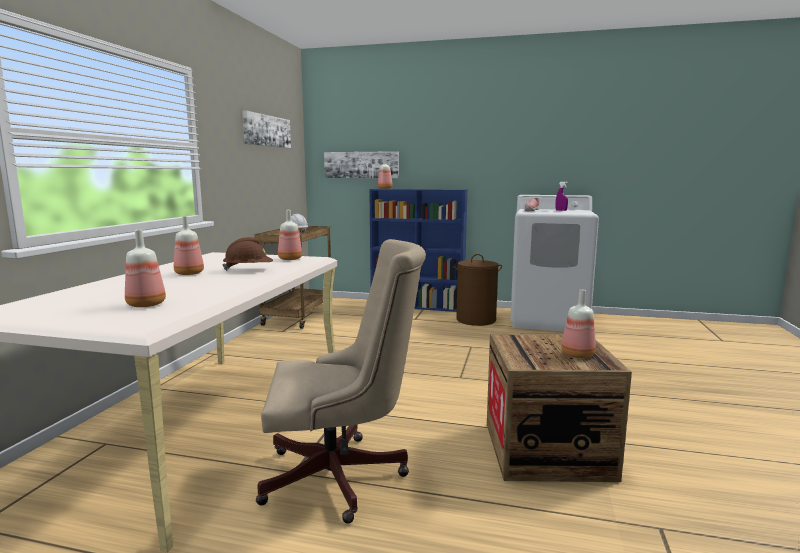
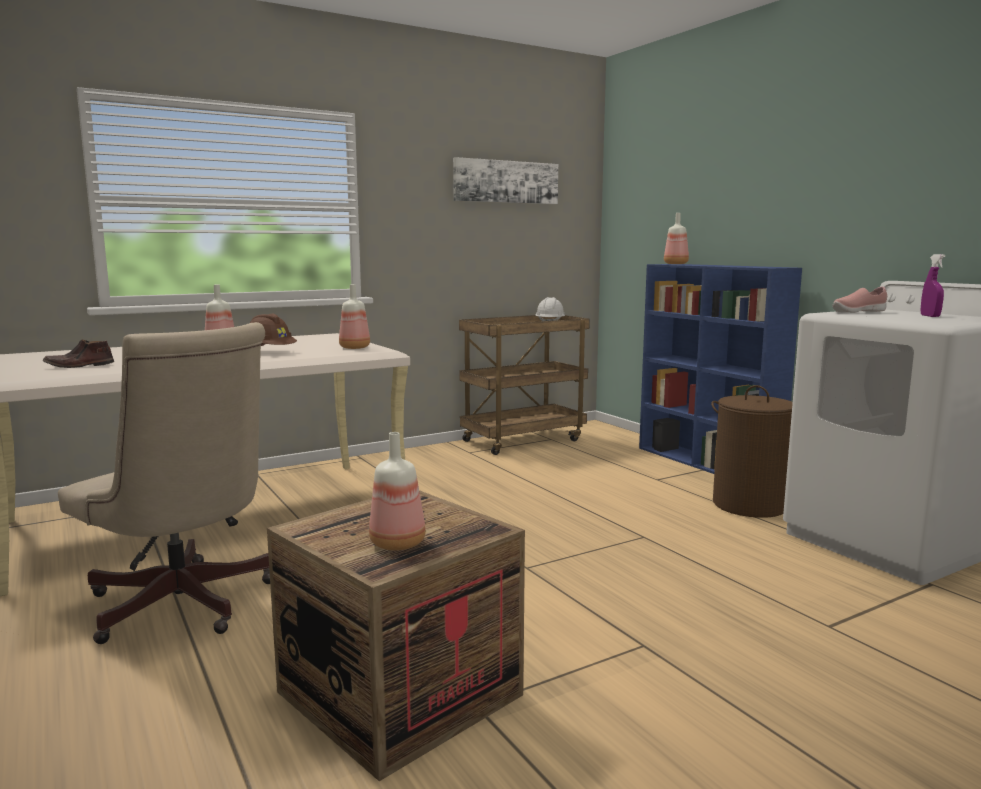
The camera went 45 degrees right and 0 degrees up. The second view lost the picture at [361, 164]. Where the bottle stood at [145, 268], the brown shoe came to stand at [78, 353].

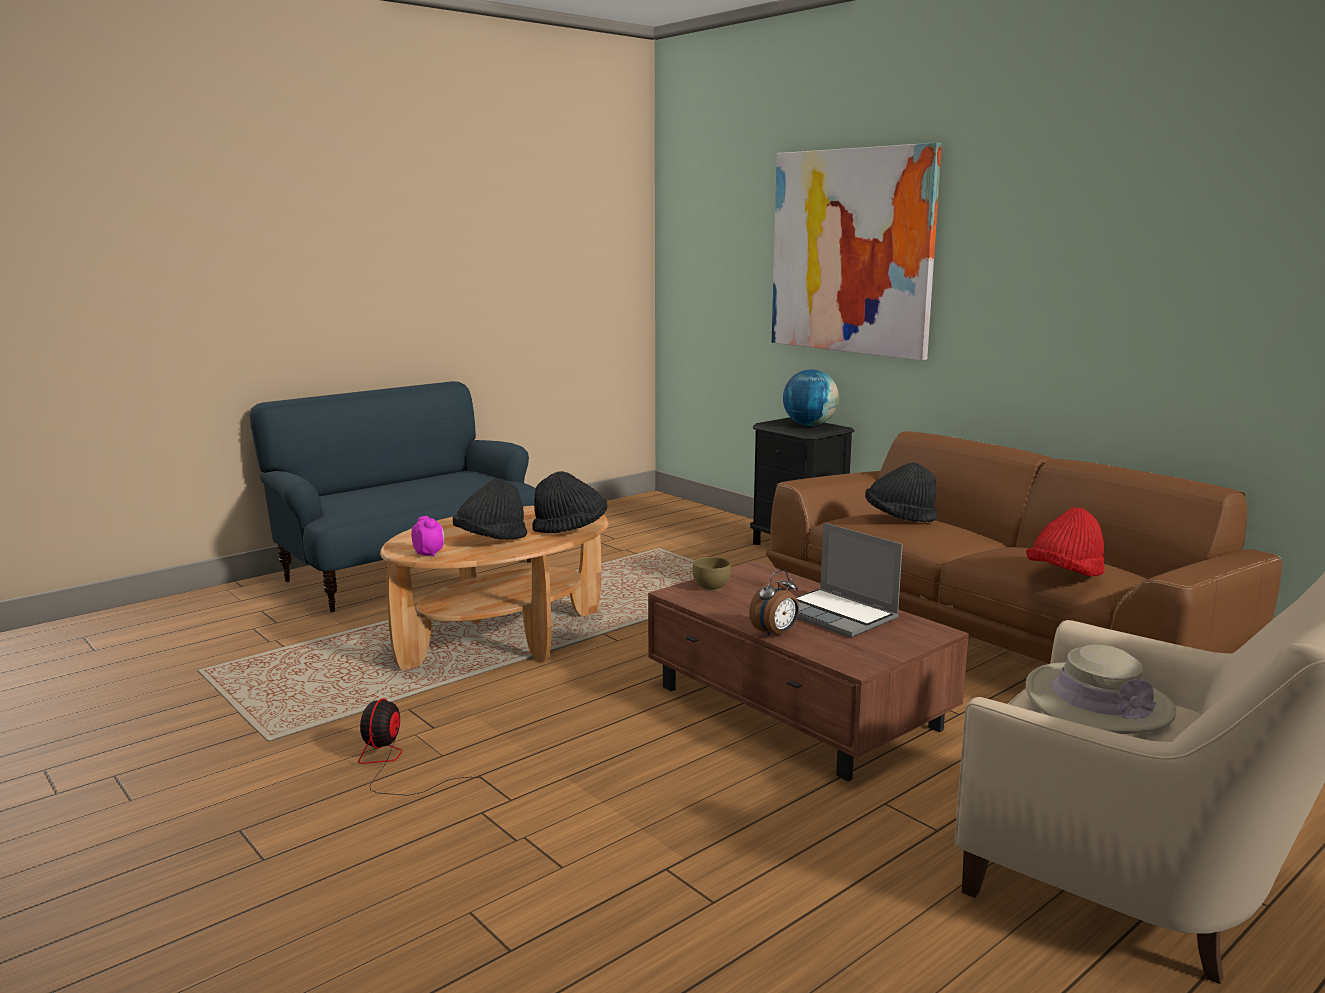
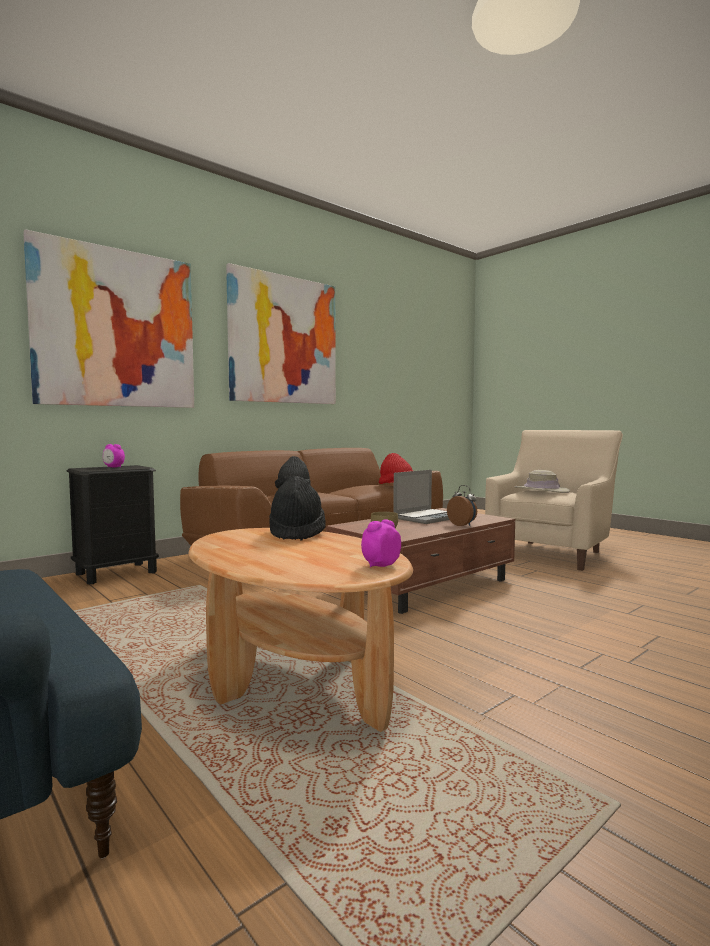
The camera went 90 degrees left and 10 degrees down. The second view lost the fan at [419, 747]. The second view lost the black hat at [490, 509]. The second view gained the picture at [281, 333]. Where the globe stood at [811, 397], the alarm clock came to stand at [113, 455].

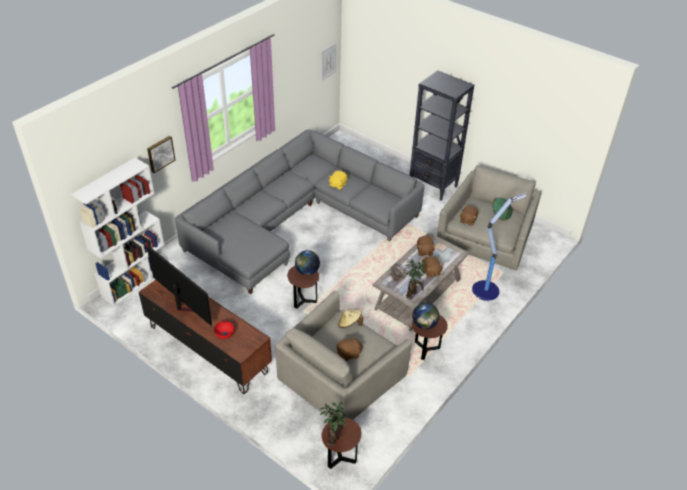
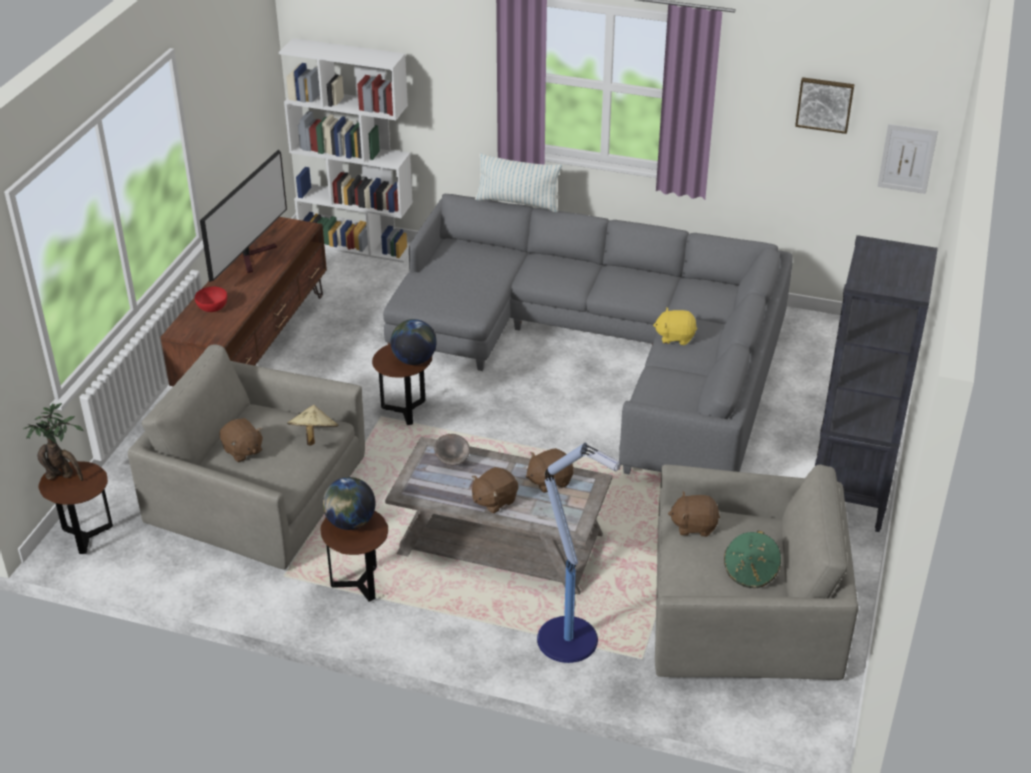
The camera went 70 degrees right and 5 degrees down. The second view lost the potted plant at [415, 279]. The second view gained the pillow at [518, 182]. The picture ended up elsewhere, having gone from [161, 154] to [824, 105].

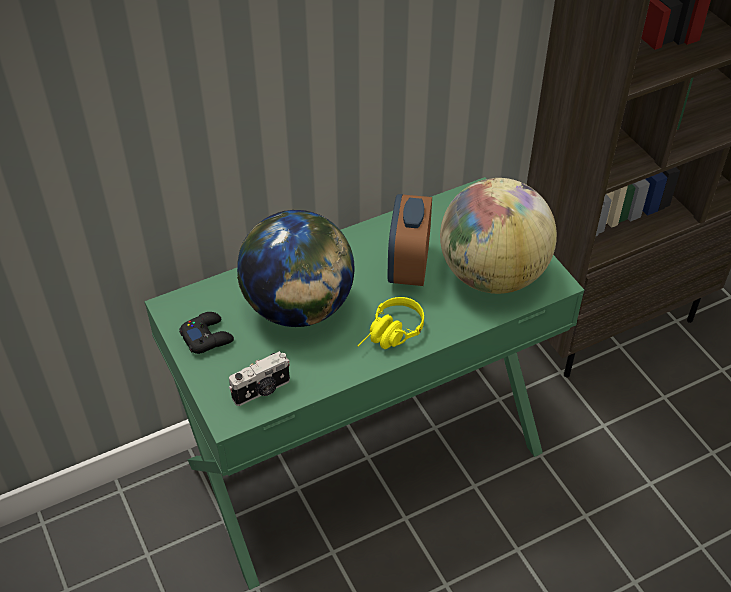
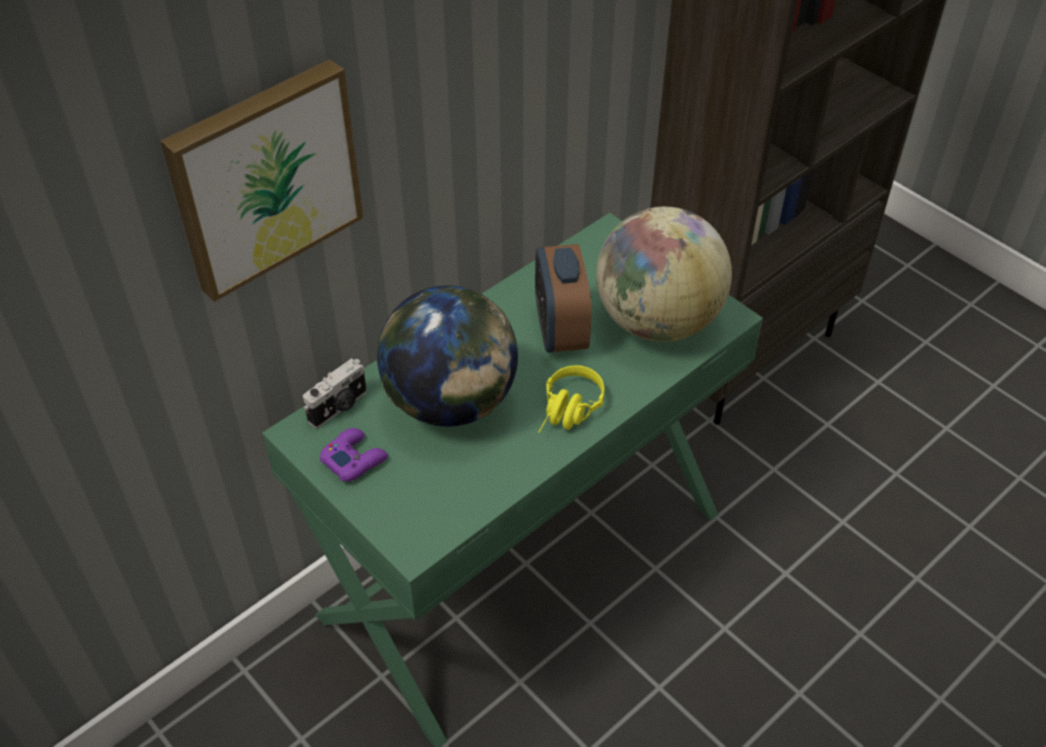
The camera went 15 degrees left and 0 degrees up. The second view gained the picture at [261, 180]. The photo camera ended up elsewhere, having gone from [259, 378] to [335, 393]. What was the black game controller at [206, 333] turned into the purple game controller at [354, 455].

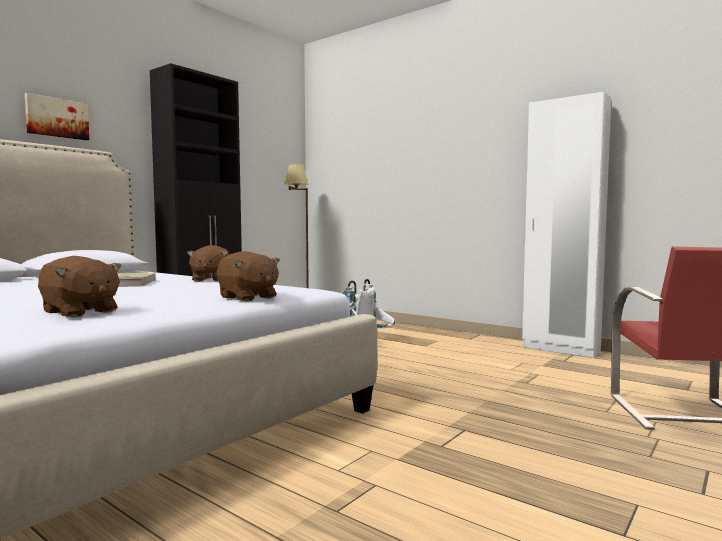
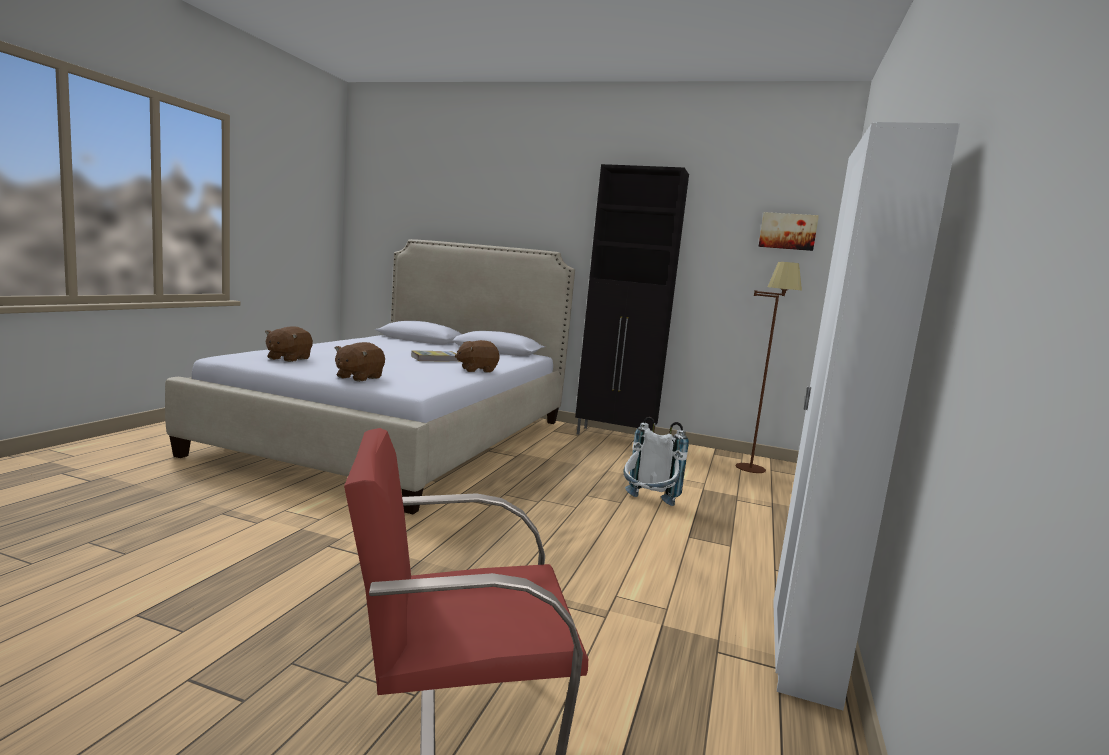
The camera went 70 degrees right and 5 degrees up. The picture ended up elsewhere, having gone from [57, 116] to [788, 231].

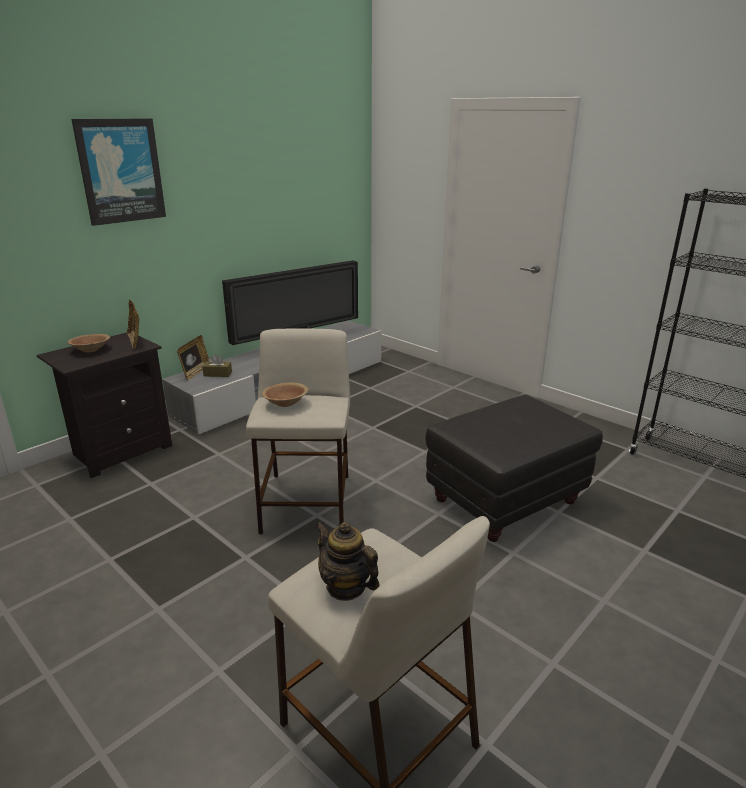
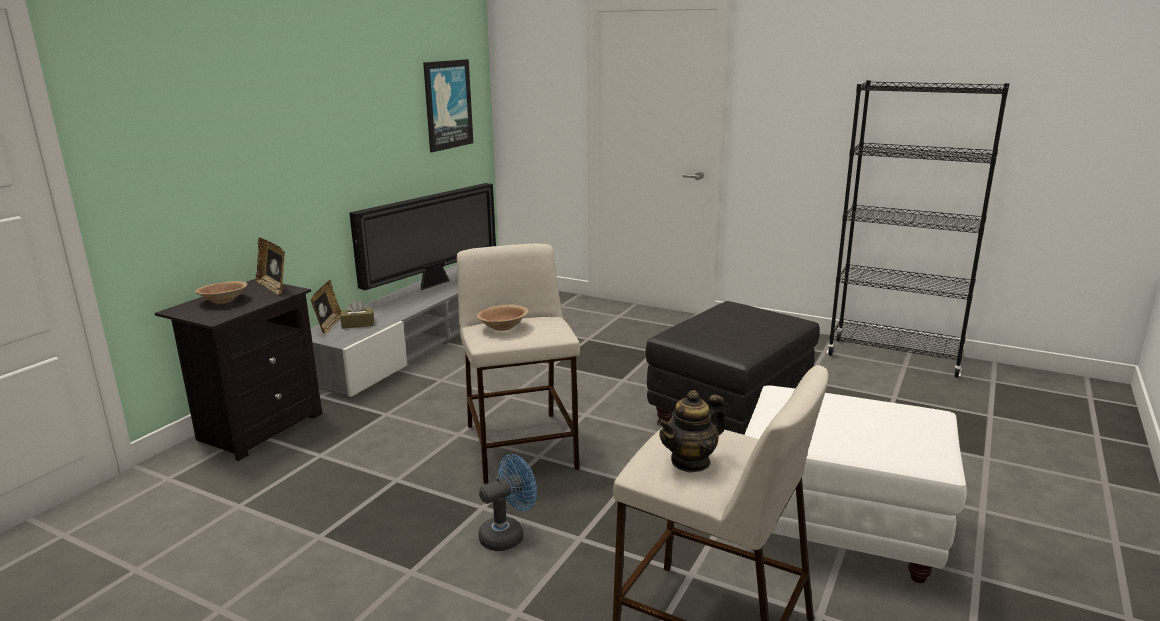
The camera went 15 degrees left and 5 degrees down. The second view gained the blue fan at [508, 502]. The second view gained the white ottoman at [855, 484]. The picture ended up elsewhere, having gone from [118, 172] to [448, 105]. The teapot at [347, 561] ended up facing another way, 60 degrees counterclockwise from before.

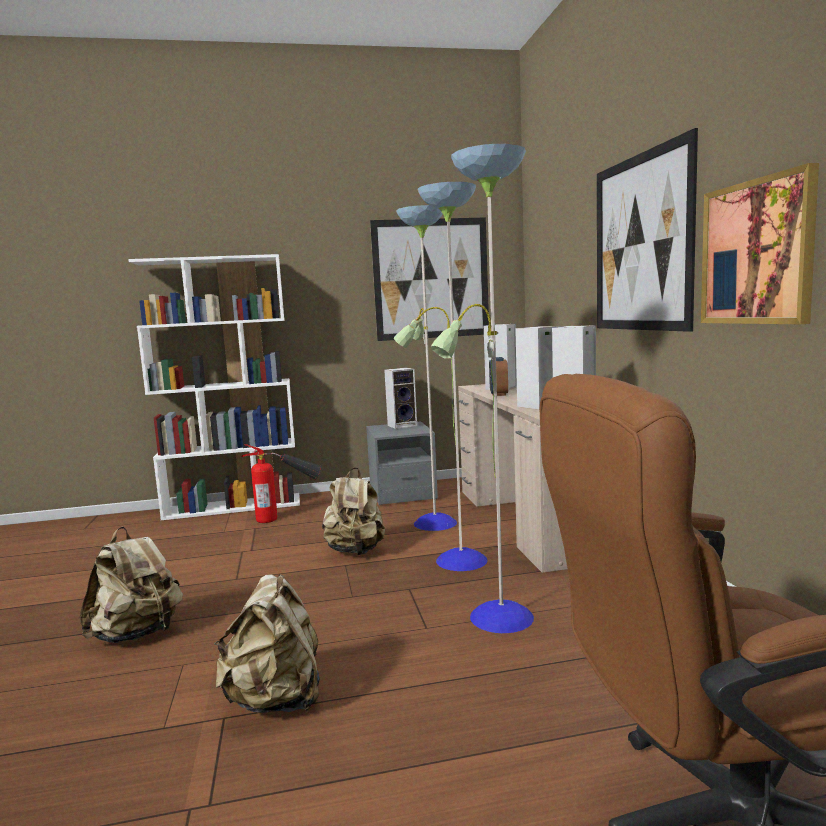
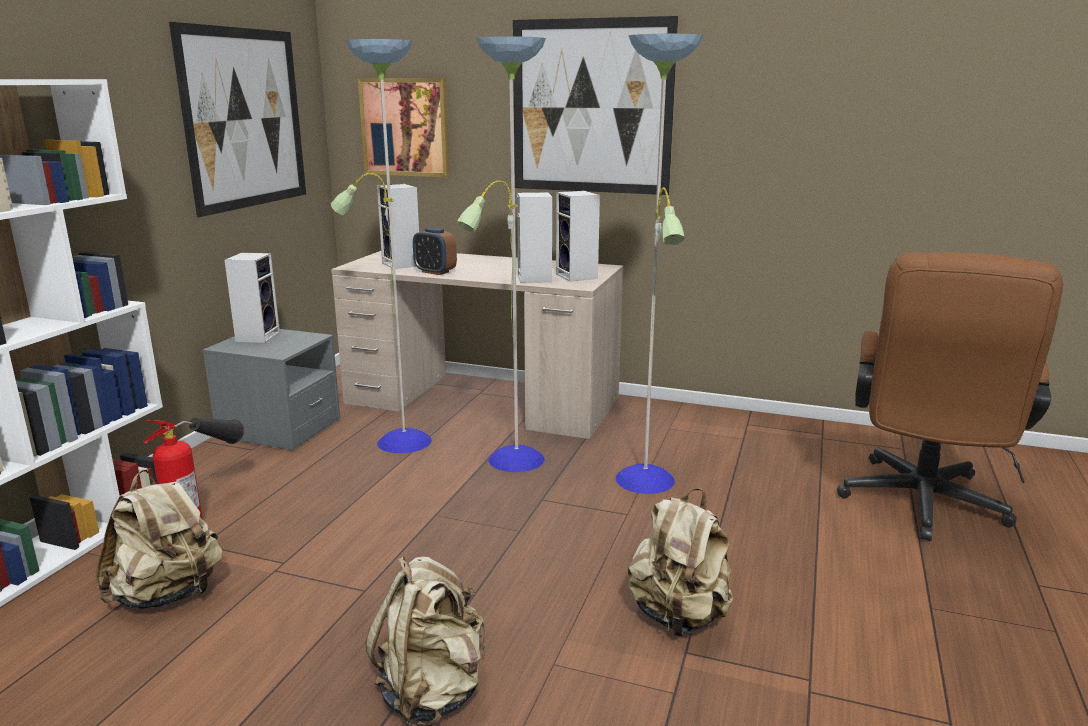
The camera went 60 degrees left and 10 degrees up. The beige backpack ended up elsewhere, having gone from [353, 511] to [159, 539]. The picture ended up elsewhere, having gone from [760, 243] to [404, 127].

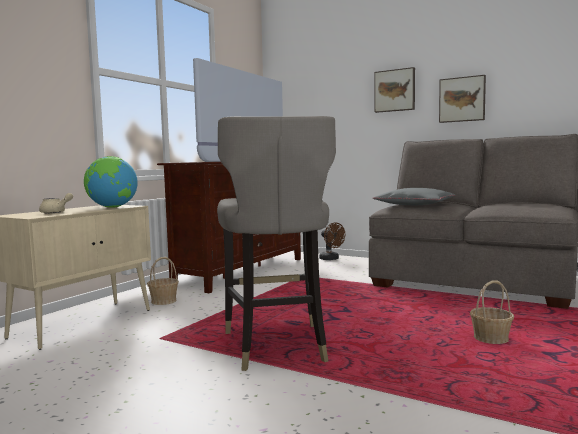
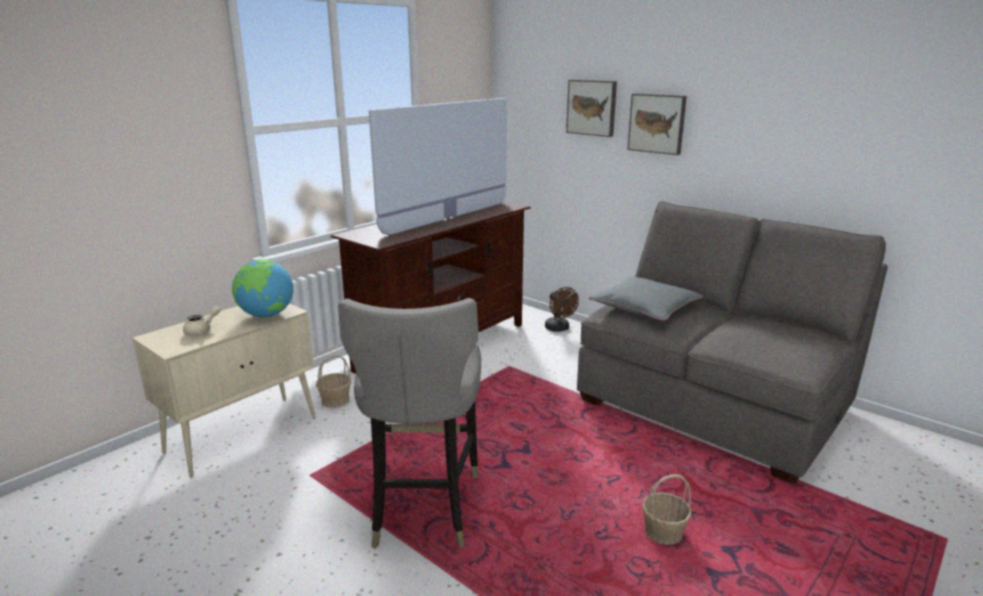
The camera went 10 degrees right and 15 degrees up. The picture ended up elsewhere, having gone from [462, 99] to [591, 108].

